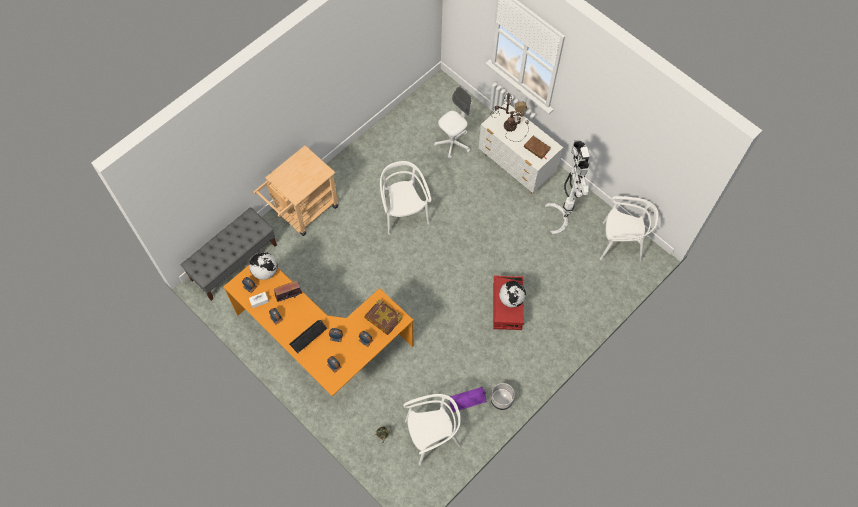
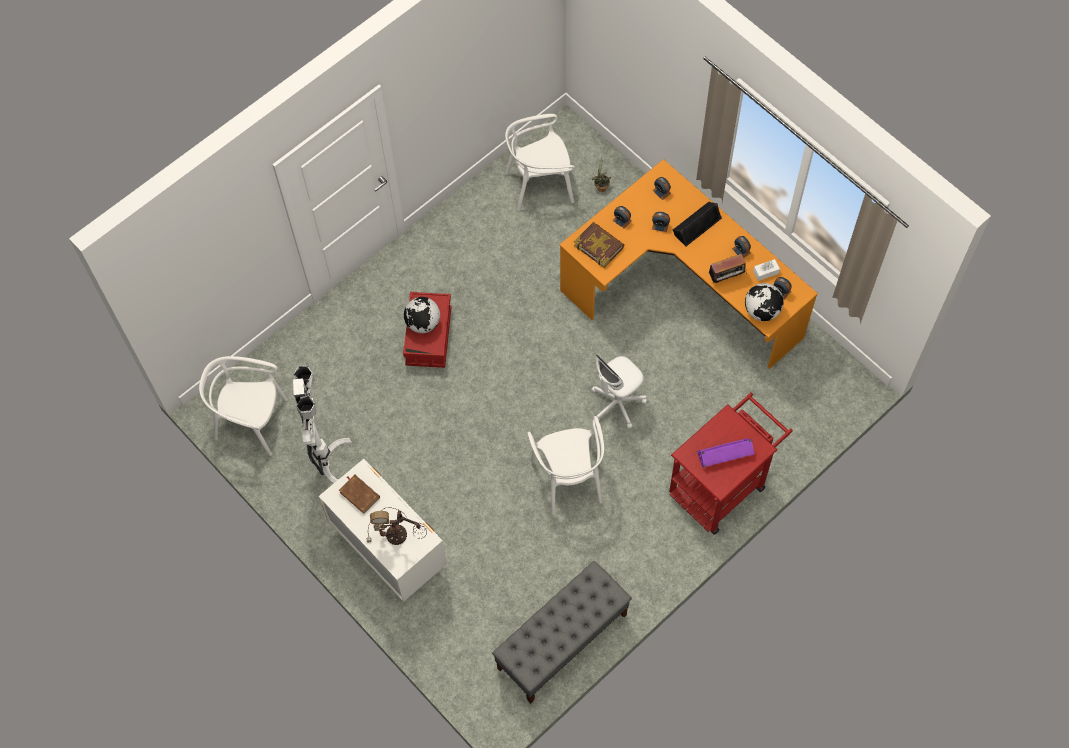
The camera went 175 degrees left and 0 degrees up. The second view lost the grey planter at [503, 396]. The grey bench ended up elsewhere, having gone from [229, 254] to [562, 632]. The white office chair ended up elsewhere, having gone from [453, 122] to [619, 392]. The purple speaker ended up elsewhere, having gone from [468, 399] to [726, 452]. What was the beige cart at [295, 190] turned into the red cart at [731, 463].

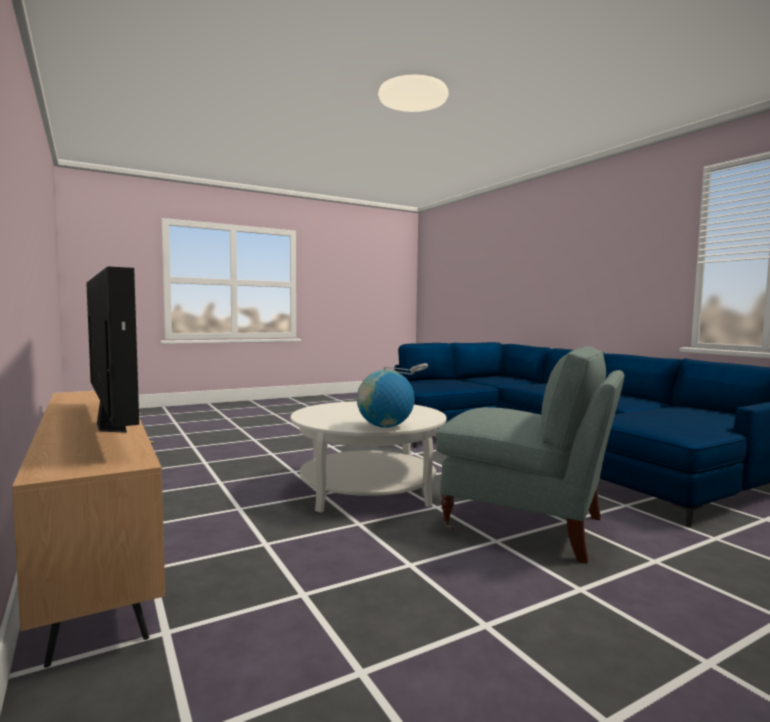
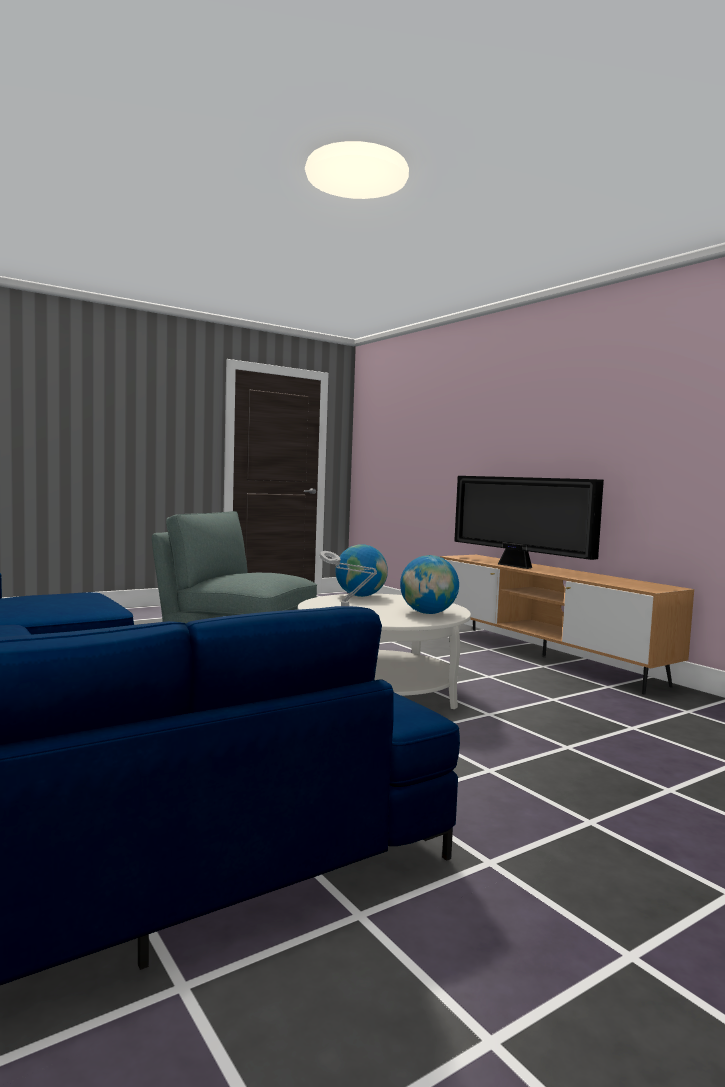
The camera went 175 degrees right and 0 degrees up. The second view gained the globe at [429, 584].

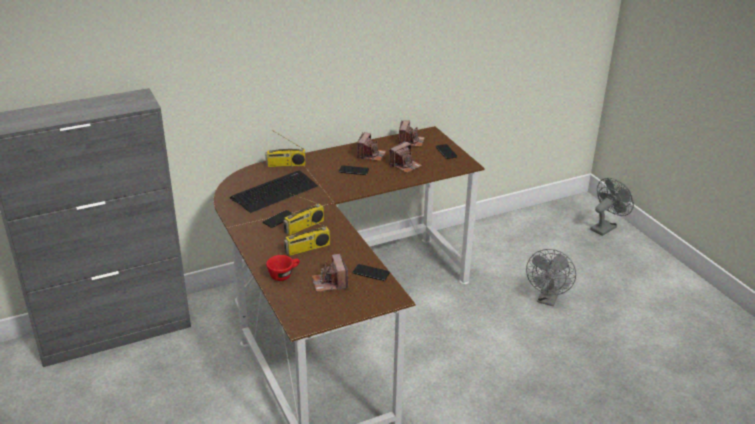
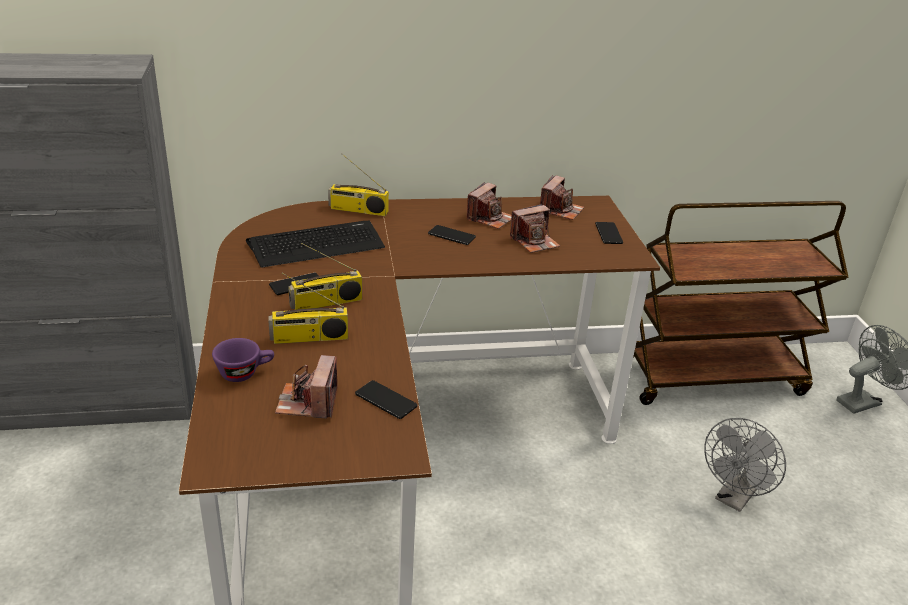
The camera went 15 degrees right and 0 degrees up. The second view gained the brown cart at [741, 303]. What was the red cup at [283, 268] turned into the purple cup at [243, 360].

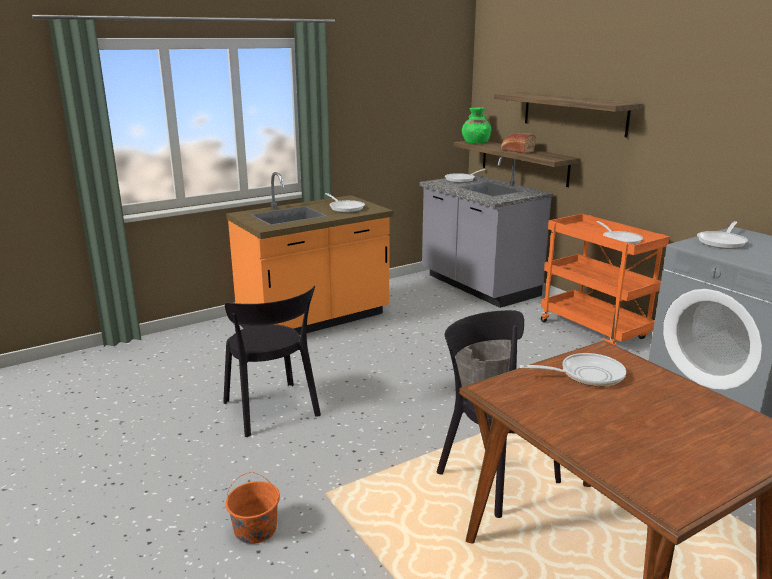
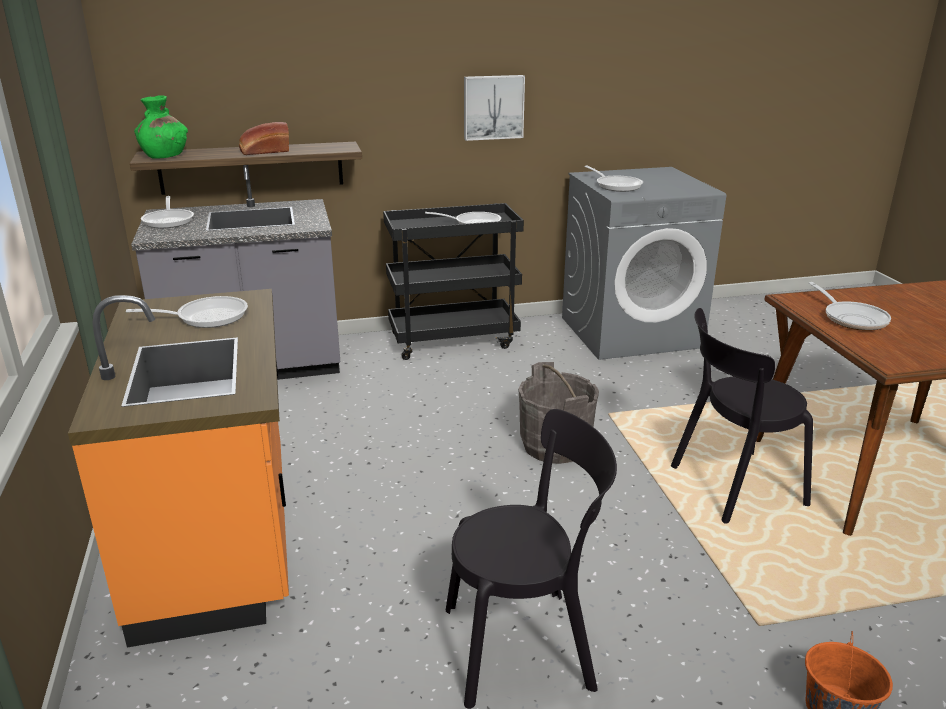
The camera went 70 degrees left and 5 degrees up. The second view lost the shelf at [568, 115]. The second view gained the picture at [494, 108]. What was the orange cart at [605, 279] turned into the black cart at [453, 281]. The frying pan at [572, 370] ended up facing another way, 150 degrees clockwise from before.

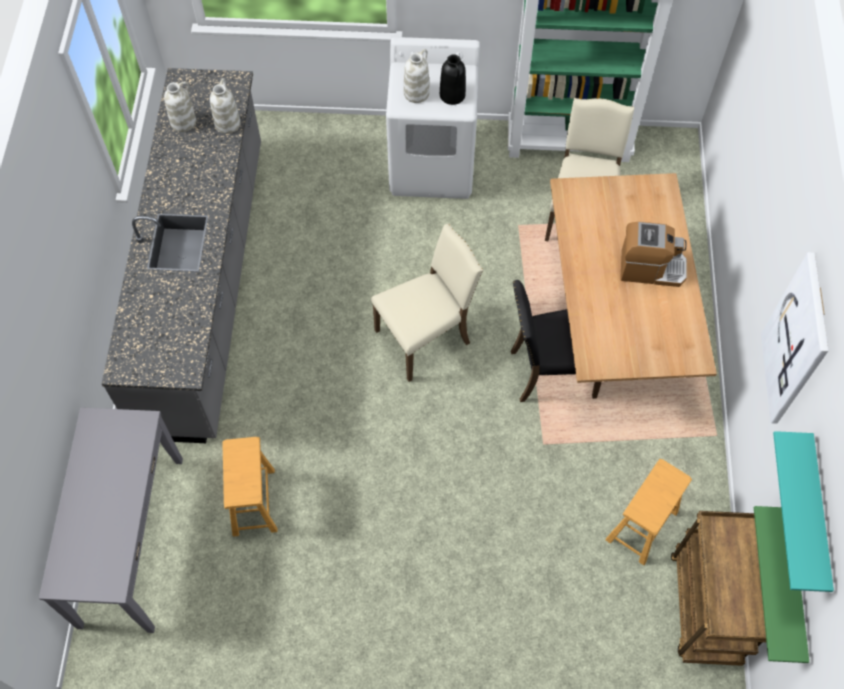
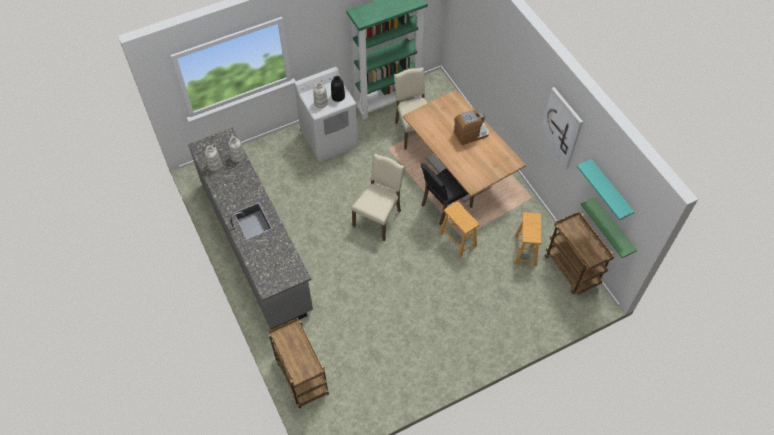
The camera went 30 degrees left and 5 degrees down. The brown stool ended up elsewhere, having gone from [250, 487] to [459, 229]. Where the grey console table stood at [111, 520], the brown cart came to stand at [299, 363].

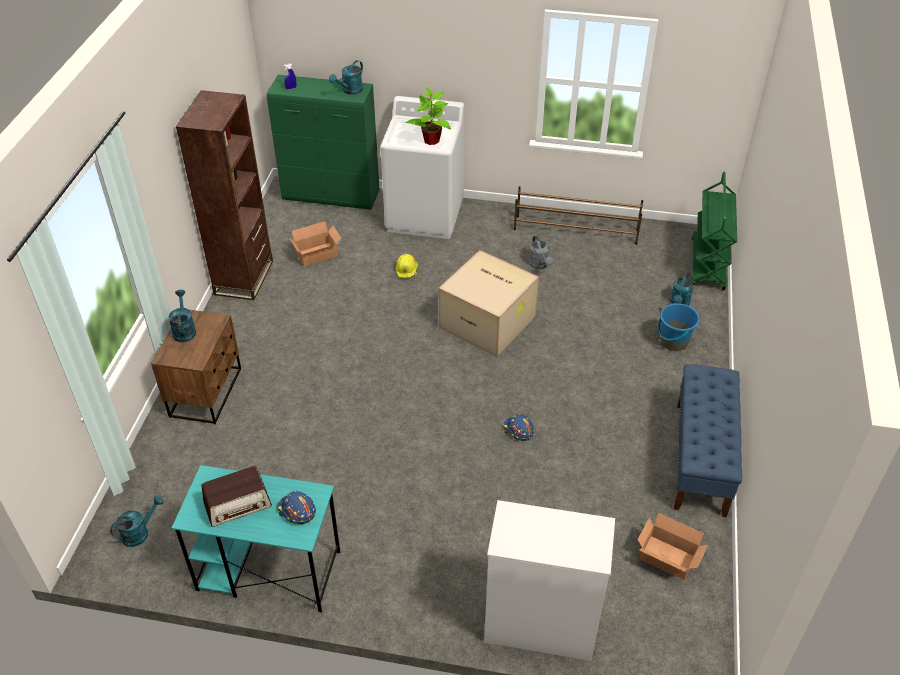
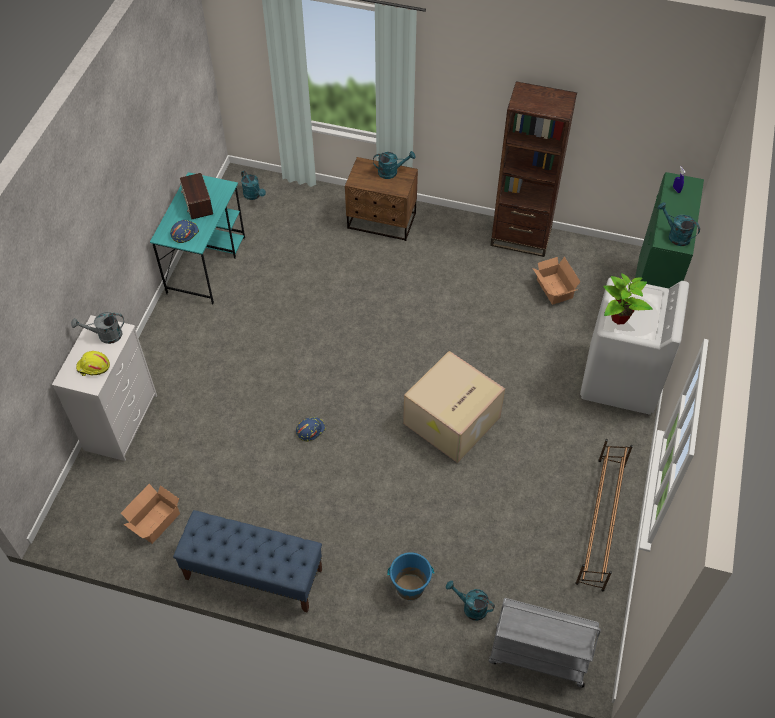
The camera went 95 degrees right and 10 degrees up. The yellow hard hat ended up elsewhere, having gone from [407, 266] to [93, 363]. The grey watering can ended up elsewhere, having gone from [541, 252] to [97, 328]. What was the green cart at [714, 231] turned into the grey cart at [545, 642].

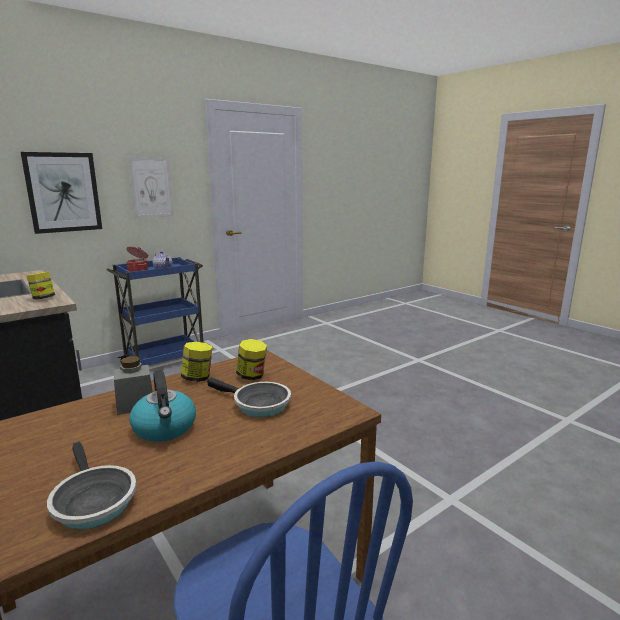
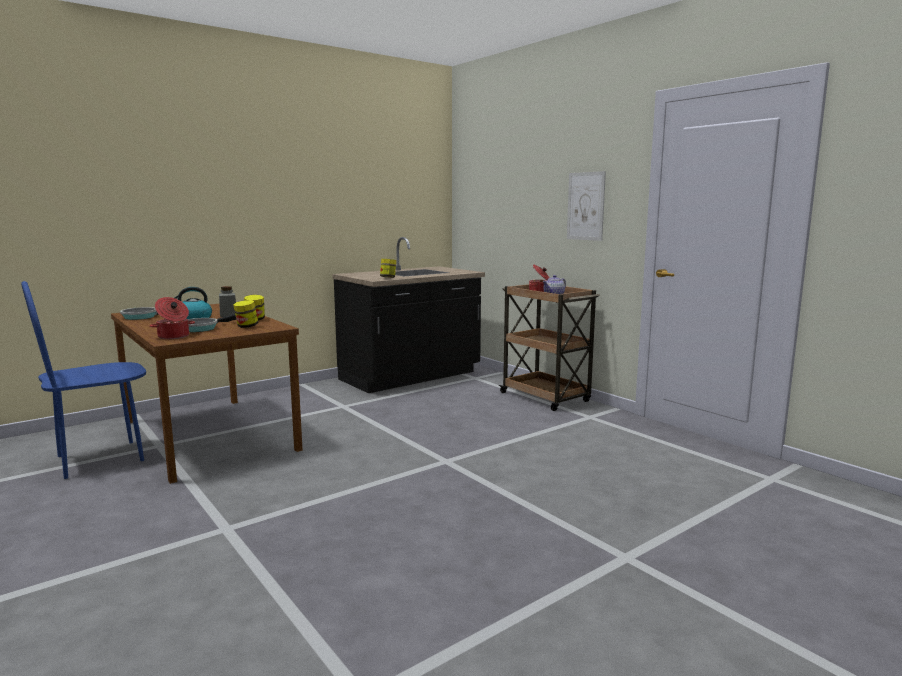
The camera went 90 degrees right and 5 degrees down. The second view lost the picture at [61, 193]. The second view gained the cooking pot at [172, 318]. What was the blue cart at [155, 311] turned into the brown cart at [549, 347].

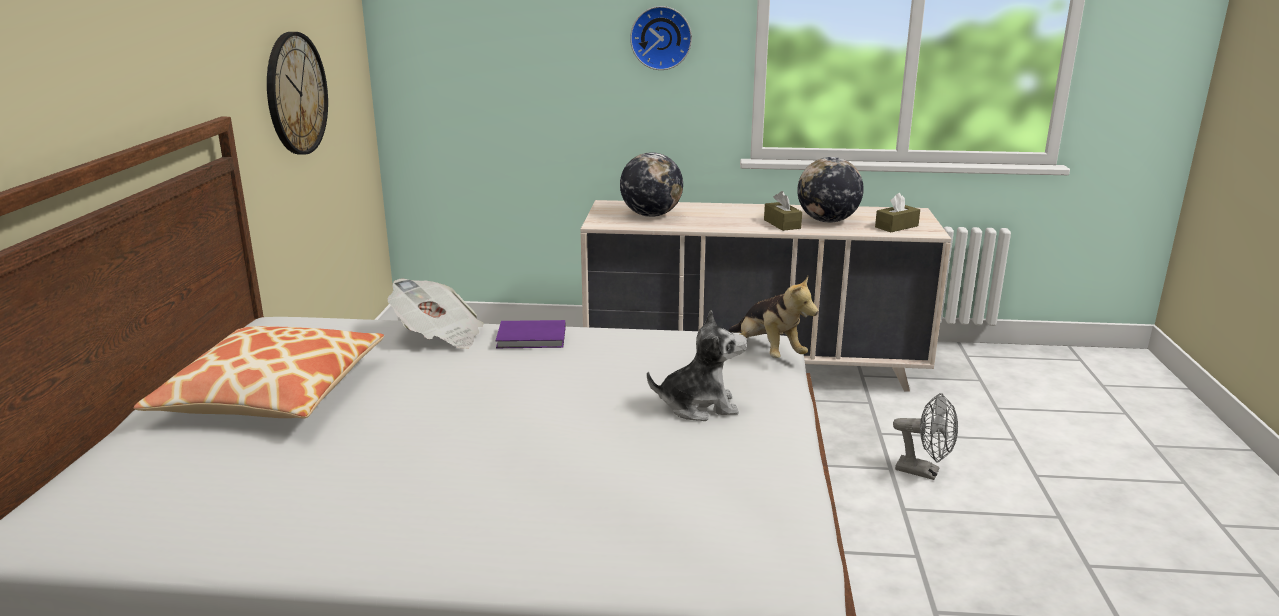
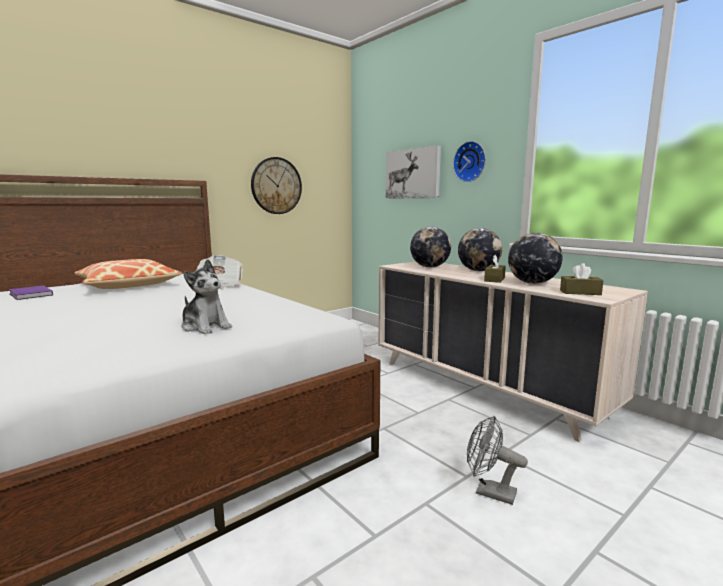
The camera went 45 degrees right and 10 degrees down. The second view lost the plush toy at [774, 317]. The second view gained the picture at [413, 172]. The second view gained the globe at [480, 249]. The purple book ended up elsewhere, having gone from [530, 334] to [31, 293]. The grey fan at [925, 436] ended up facing another way, 135 degrees clockwise from before.

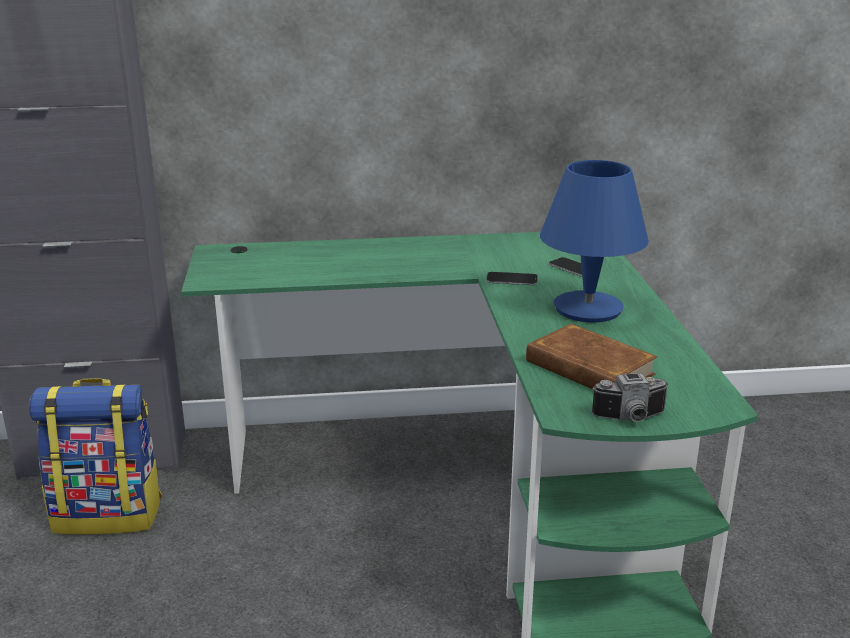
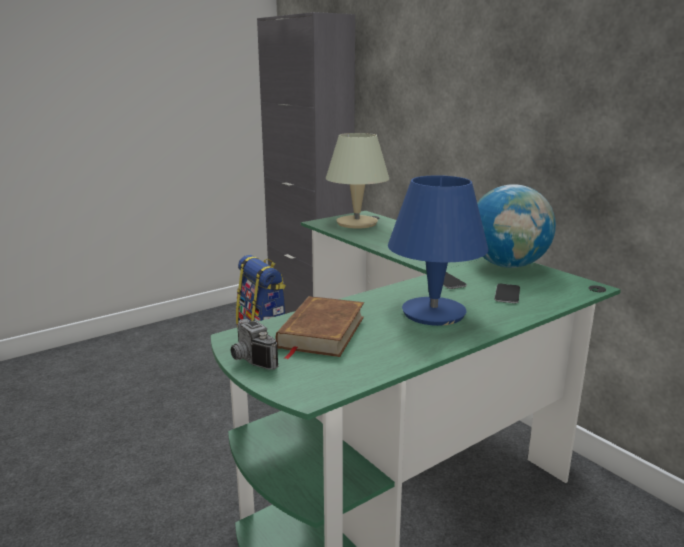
The camera went 60 degrees right and 5 degrees down. The second view gained the beige table lamp at [357, 181]. The second view gained the globe at [516, 226].

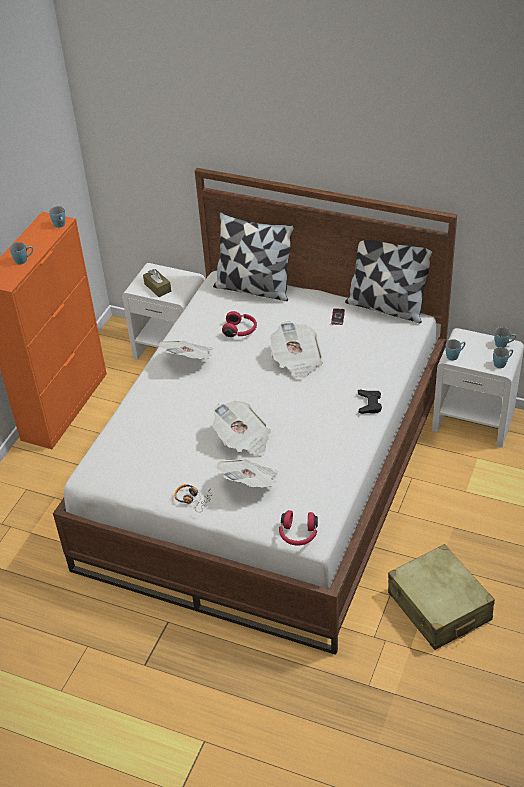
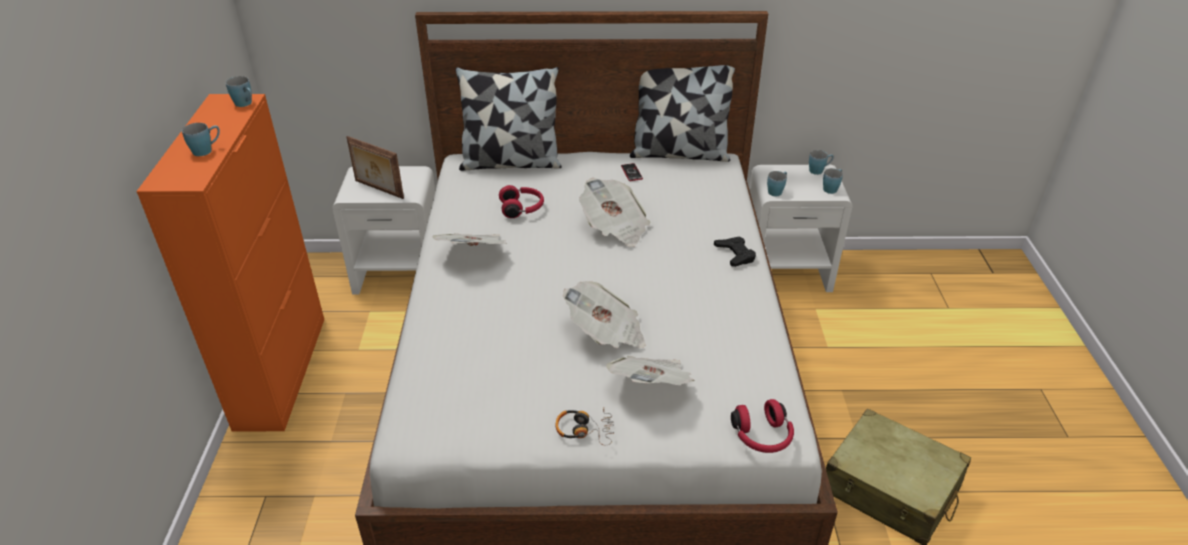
The camera went 25 degrees left and 5 degrees down. Where the brown tissue box stood at [157, 283], the picture frame came to stand at [375, 167].

